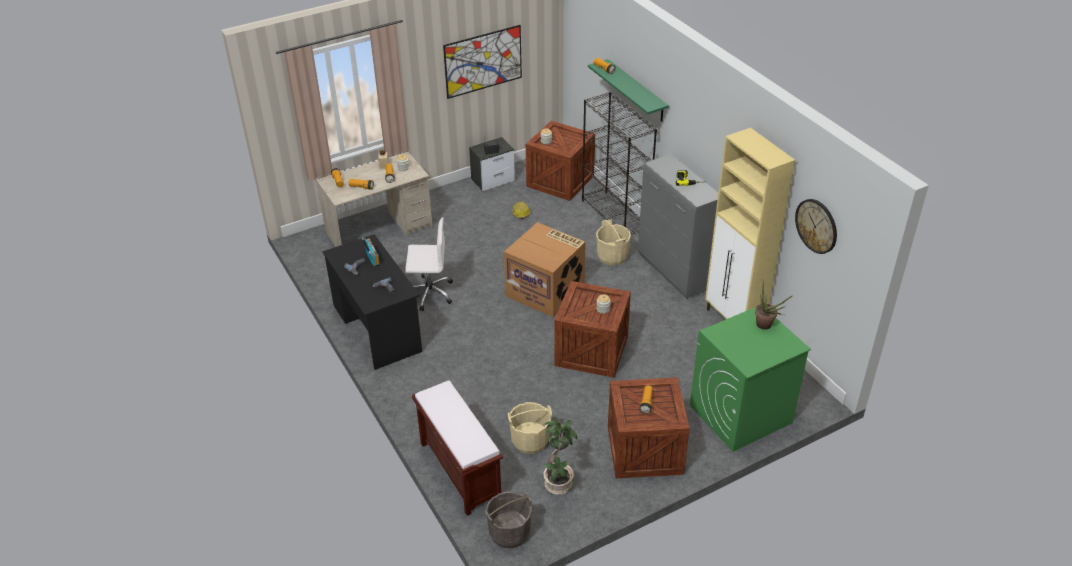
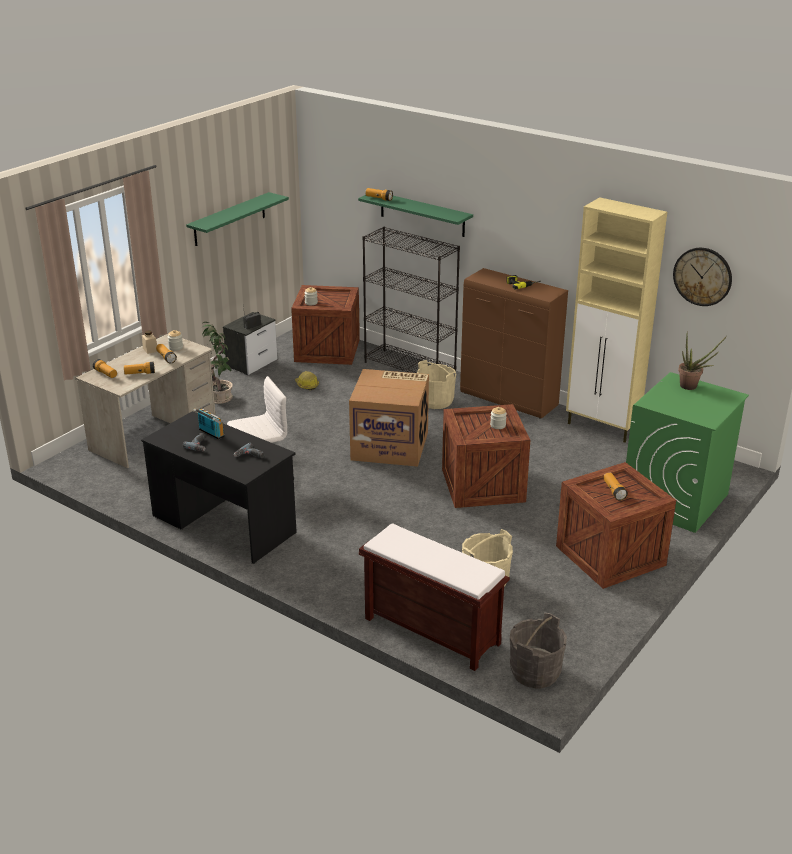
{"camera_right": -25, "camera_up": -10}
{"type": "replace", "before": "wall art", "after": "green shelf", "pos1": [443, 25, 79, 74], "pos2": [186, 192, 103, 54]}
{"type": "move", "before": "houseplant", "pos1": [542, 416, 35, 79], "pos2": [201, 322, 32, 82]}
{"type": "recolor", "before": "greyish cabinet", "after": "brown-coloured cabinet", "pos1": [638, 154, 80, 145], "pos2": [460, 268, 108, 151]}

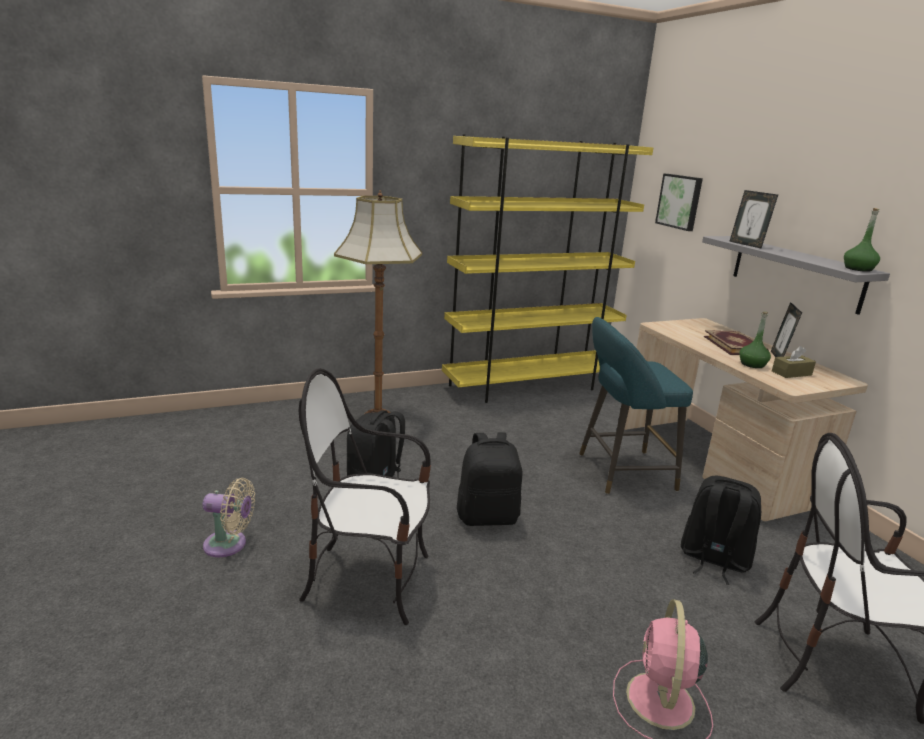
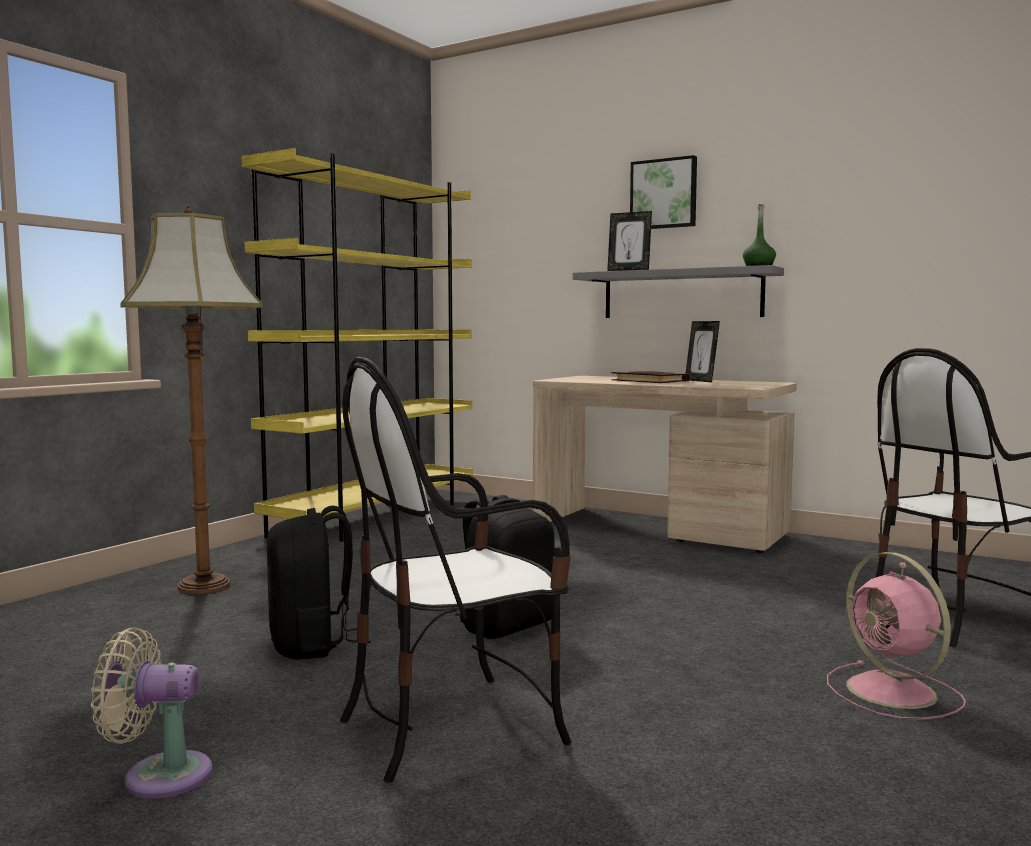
{"camera_right": -35, "camera_up": -15}
{"type": "rotate", "before": "beige-coloured fan", "pos1": [202, 478, 53, 79], "pos2": [91, 627, 122, 172], "turn": -150}
{"type": "move", "before": "wall art", "pos1": [655, 174, 48, 57], "pos2": [630, 155, 67, 74]}
{"type": "delete", "before": "turquoise stool", "pos1": [579, 317, 114, 177]}
{"type": "delete", "before": "black backpack", "pos1": [681, 476, 80, 109]}
{"type": "delete", "before": "green drink bottle", "pos1": [739, 312, 32, 56]}
{"type": "delete", "before": "brown-coloured box of tissues", "pos1": [772, 346, 44, 32]}

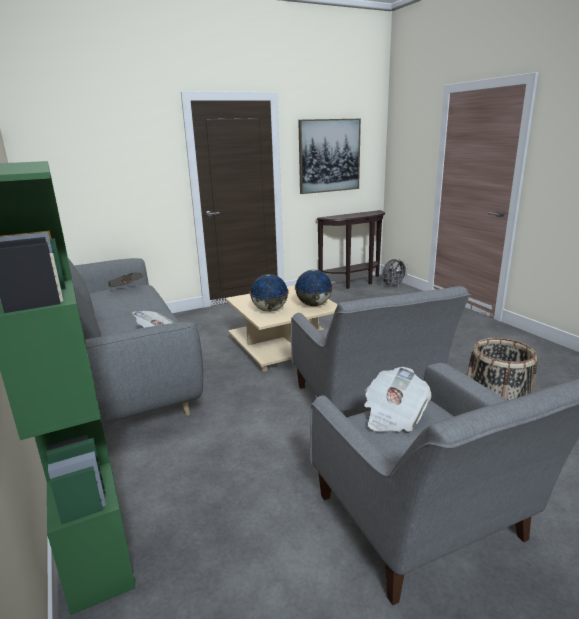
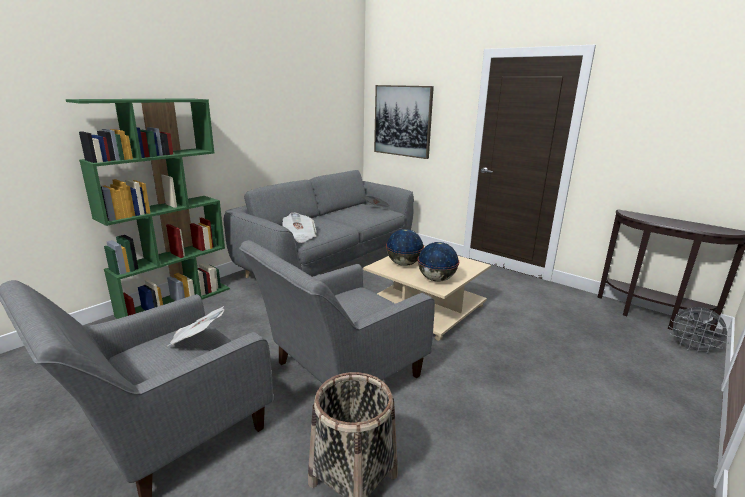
{"camera_right": 65, "camera_up": 0}
{"type": "move", "before": "wall art", "pos1": [298, 119, 63, 75], "pos2": [374, 85, 60, 74]}

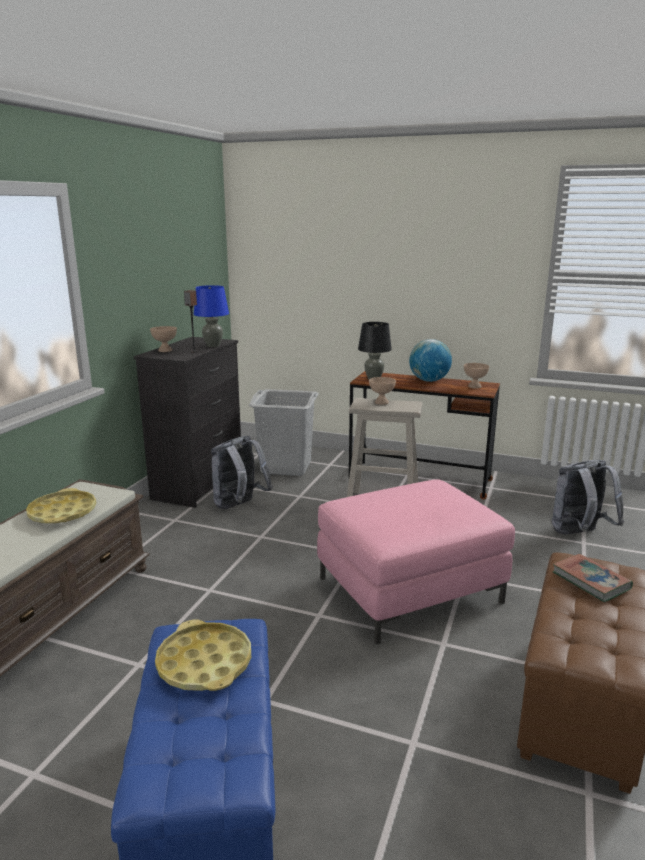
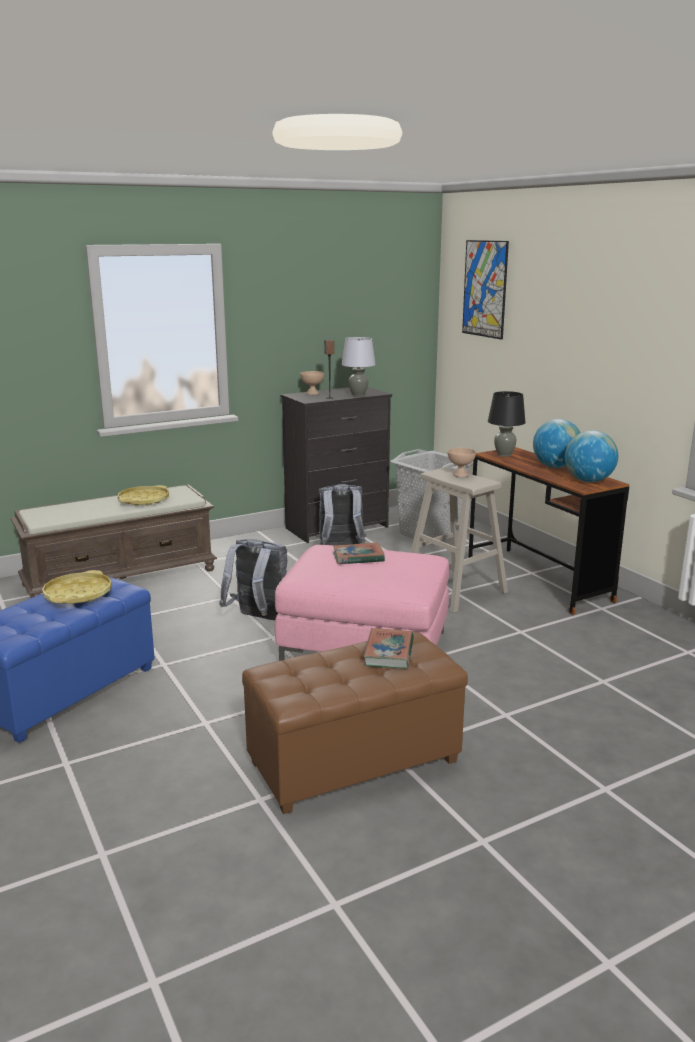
{"camera_right": 40, "camera_up": 0}
{"type": "move", "before": "greyish backpack", "pos1": [552, 460, 72, 74], "pos2": [219, 539, 68, 81]}
{"type": "insert", "after": "volume", "pos2": [333, 542, 52, 22]}
{"type": "recolor", "before": "bluish lamp for a table", "after": "greyish lamp for a table", "pos1": [194, 285, 35, 62], "pos2": [342, 337, 34, 60]}
{"type": "insert", "after": "wall art", "pos2": [462, 240, 47, 100]}
{"type": "replace", "before": "beige-coloured bowl", "after": "globe", "pos1": [464, 363, 25, 26], "pos2": [565, 430, 53, 52]}

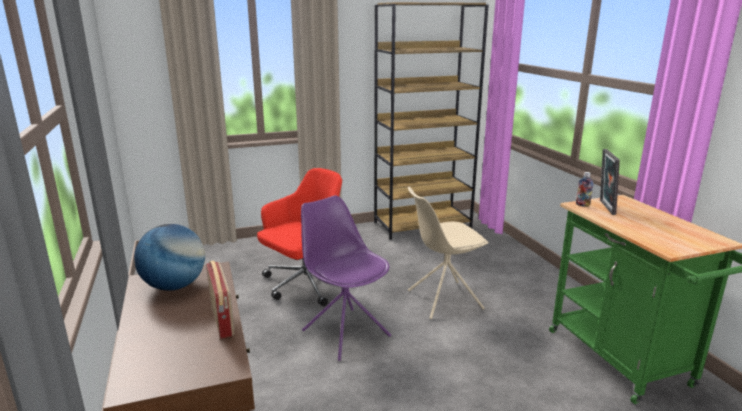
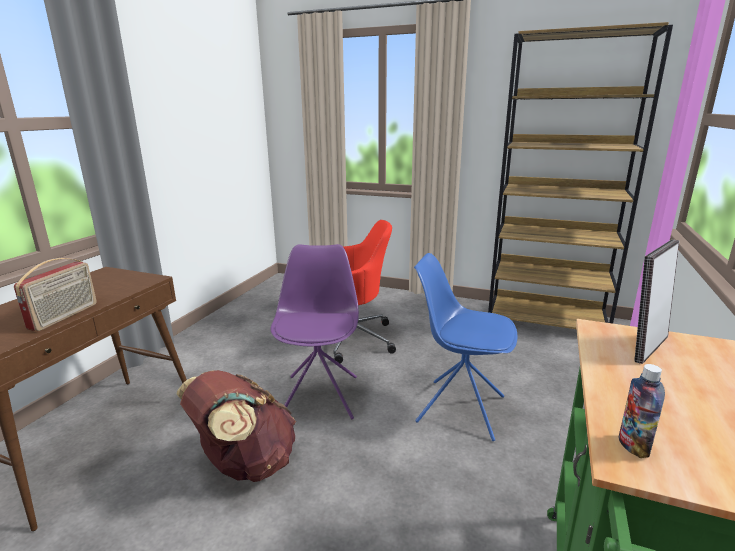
{"camera_right": 40, "camera_up": 0}
{"type": "insert", "after": "brown-coloured backpack", "pos2": [176, 370, 120, 112]}
{"type": "recolor", "before": "beige-coloured chair", "after": "bluish chair", "pos1": [408, 186, 81, 133], "pos2": [414, 253, 104, 188]}
{"type": "move", "before": "drink bottle", "pos1": [576, 172, 17, 35], "pos2": [619, 364, 46, 94]}
{"type": "delete", "before": "globe", "pos1": [134, 224, 71, 67]}

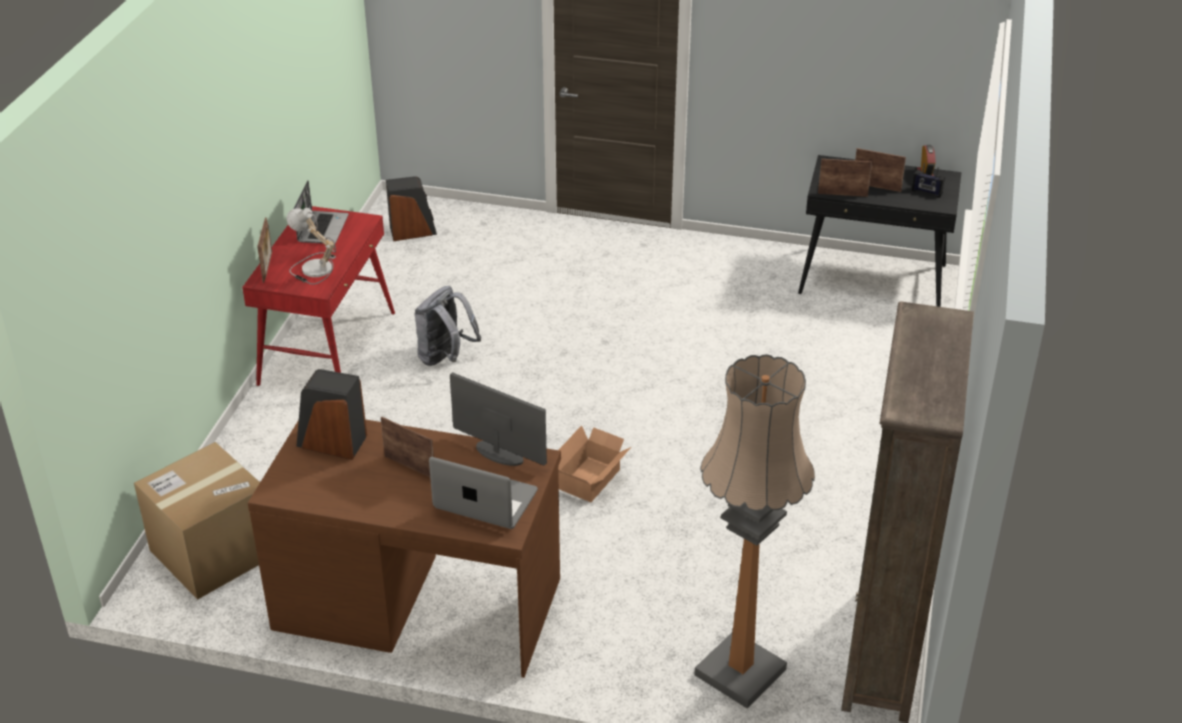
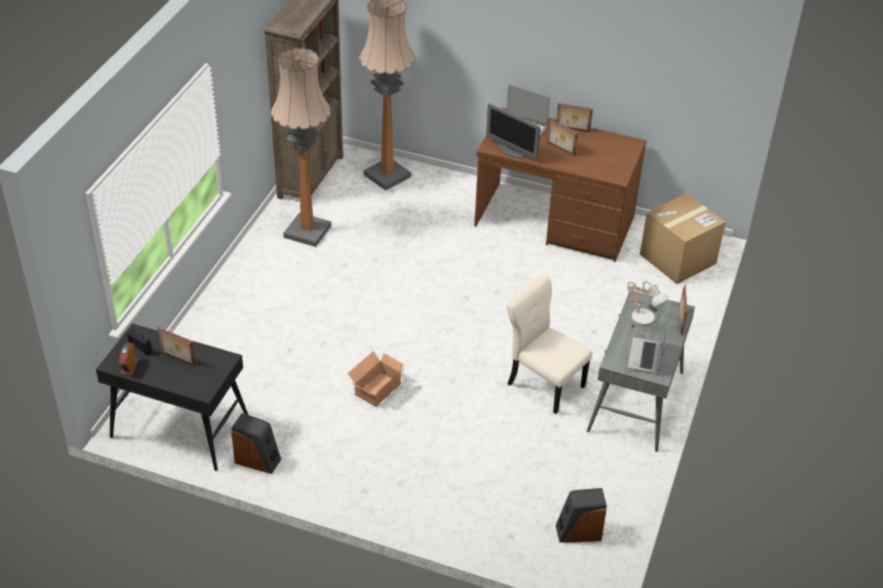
{"camera_right": -175, "camera_up": 5}
{"type": "move", "before": "audio speaker", "pos1": [296, 369, 71, 91], "pos2": [231, 413, 50, 61]}
{"type": "insert", "after": "standing lamp", "pos2": [271, 47, 60, 200]}
{"type": "move", "before": "packing box", "pos1": [558, 425, 73, 77], "pos2": [348, 351, 57, 56]}
{"type": "replace", "before": "greyish backpack", "after": "beige-coloured chair", "pos1": [415, 286, 66, 80], "pos2": [506, 274, 86, 140]}
{"type": "move", "before": "standing frame", "pos1": [818, 159, 54, 38], "pos2": [556, 103, 37, 29]}
{"type": "recolor", "before": "red desk", "after": "greyish desk", "pos1": [242, 206, 153, 180], "pos2": [587, 291, 108, 161]}

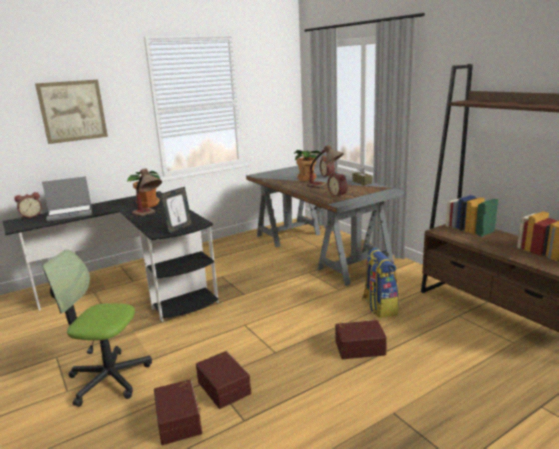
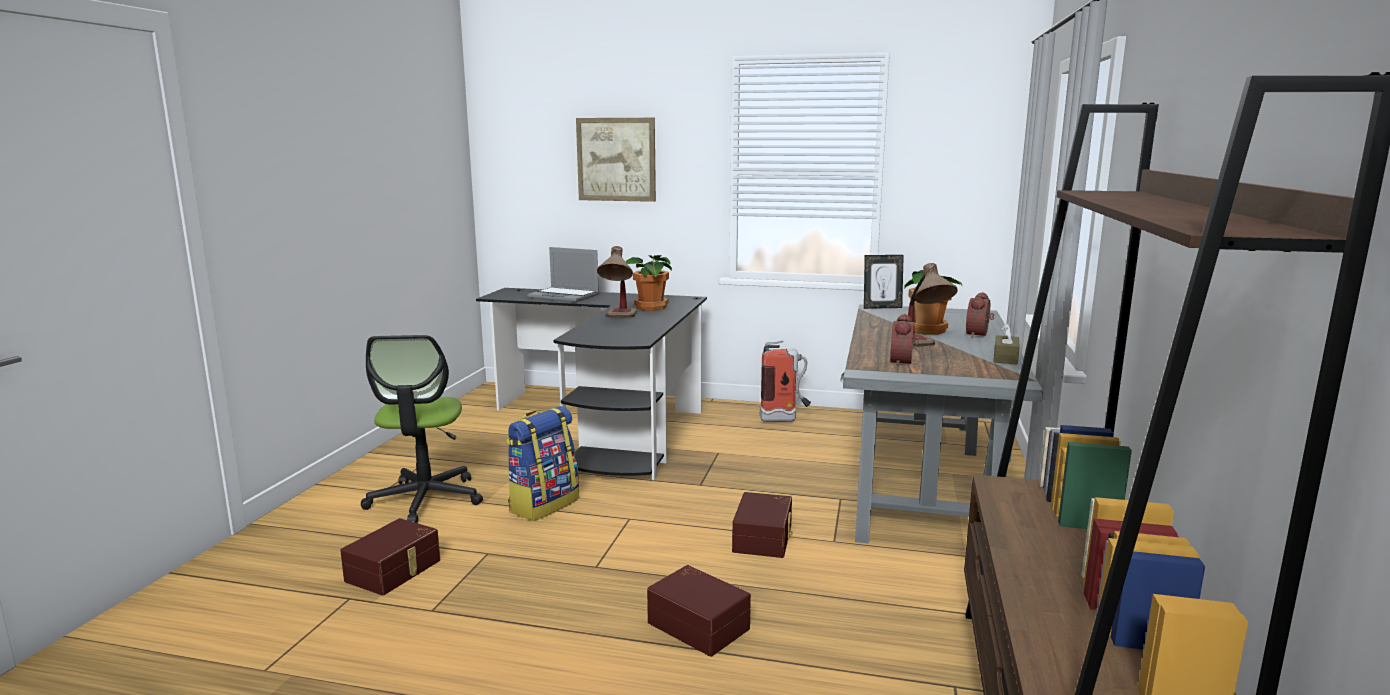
{"camera_right": 45, "camera_up": -5}
{"type": "rotate", "before": "computer chair", "pos1": [43, 249, 109, 158], "pos2": [361, 335, 122, 188], "turn": -150}
{"type": "move", "before": "backpack", "pos1": [362, 248, 37, 70], "pos2": [506, 406, 73, 115]}
{"type": "move", "before": "brown-coloured storage container", "pos1": [196, 351, 55, 58], "pos2": [732, 492, 61, 66]}
{"type": "insert", "after": "fire-fighting cylinder", "pos2": [760, 341, 51, 81]}
{"type": "move", "before": "standing frame", "pos1": [160, 187, 32, 47], "pos2": [864, 255, 40, 54]}
{"type": "delete", "before": "alarm clock", "pos1": [14, 192, 28, 27]}

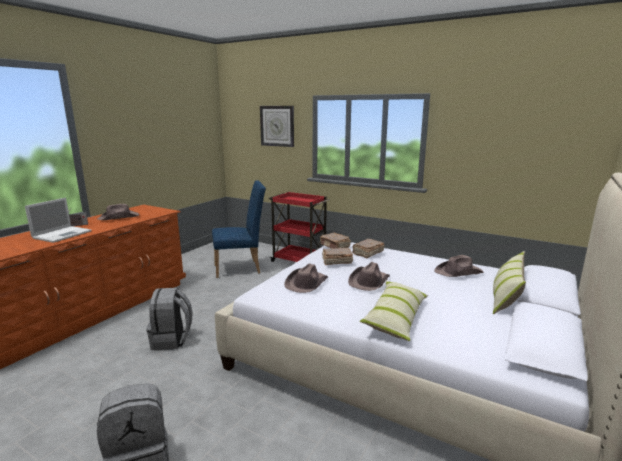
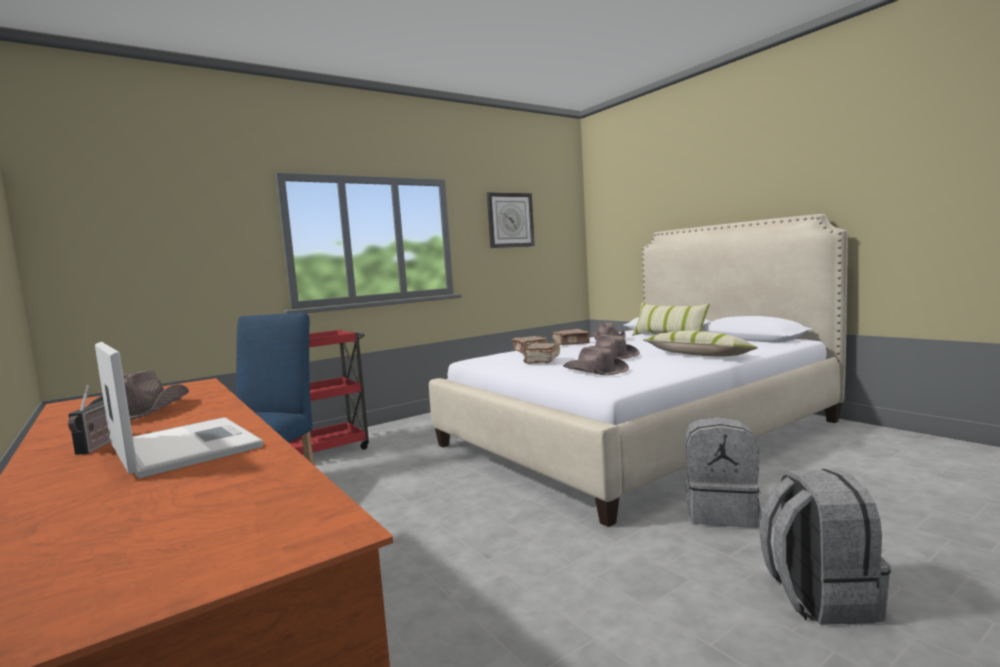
{"camera_right": -65, "camera_up": -10}
{"type": "move", "before": "wall clock", "pos1": [260, 106, 34, 41], "pos2": [487, 192, 48, 56]}
{"type": "move", "before": "brown-coloured volume", "pos1": [320, 233, 31, 16], "pos2": [552, 329, 38, 16]}
{"type": "move", "before": "greyish backpack", "pos1": [146, 287, 47, 63], "pos2": [685, 417, 76, 111]}

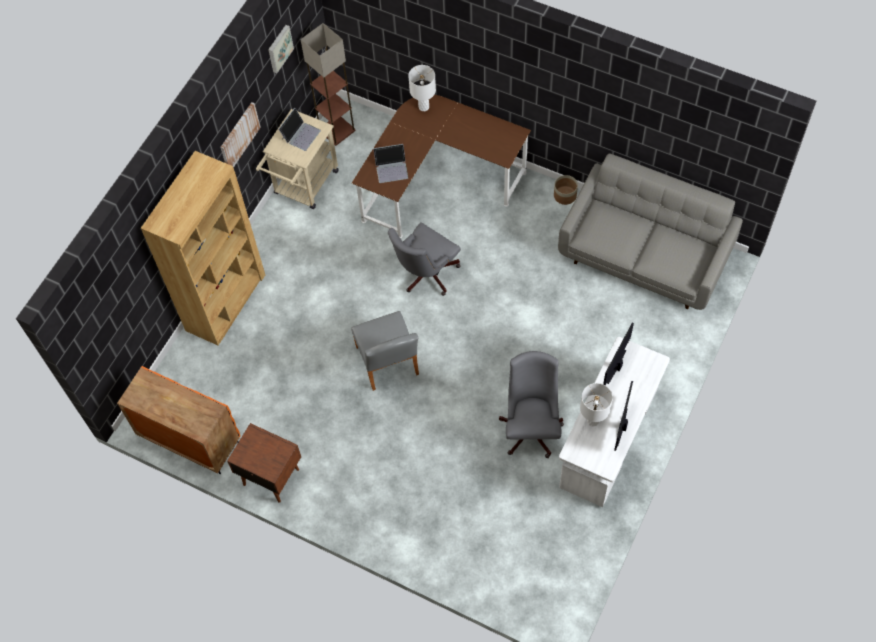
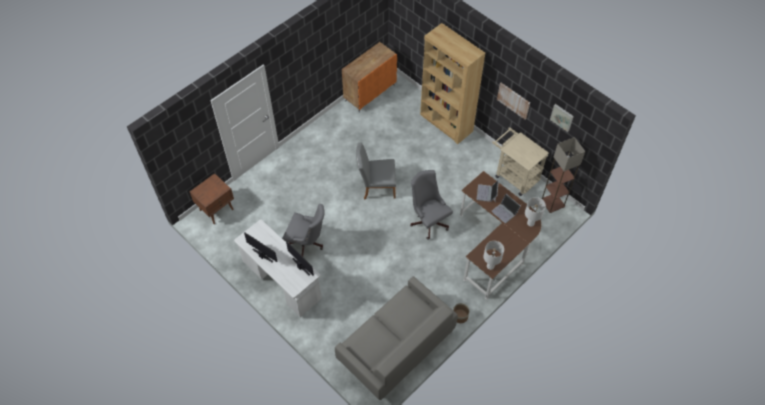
{"camera_right": 105, "camera_up": -5}
{"type": "move", "before": "brown-coloured bedside table", "pos1": [227, 423, 74, 80], "pos2": [190, 173, 44, 51]}
{"type": "move", "before": "whitish lamp for a table", "pos1": [580, 383, 33, 44], "pos2": [483, 241, 21, 29]}
{"type": "move", "before": "notebook computer", "pos1": [279, 108, 42, 43], "pos2": [492, 194, 29, 29]}

